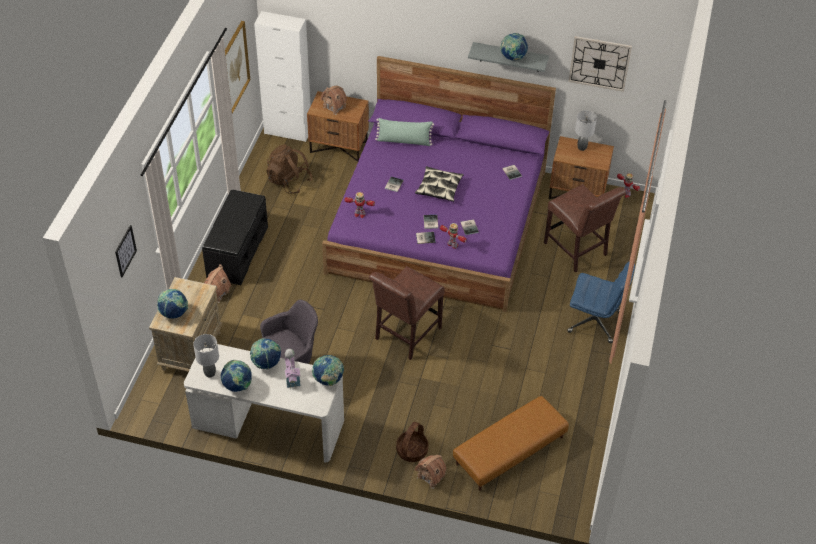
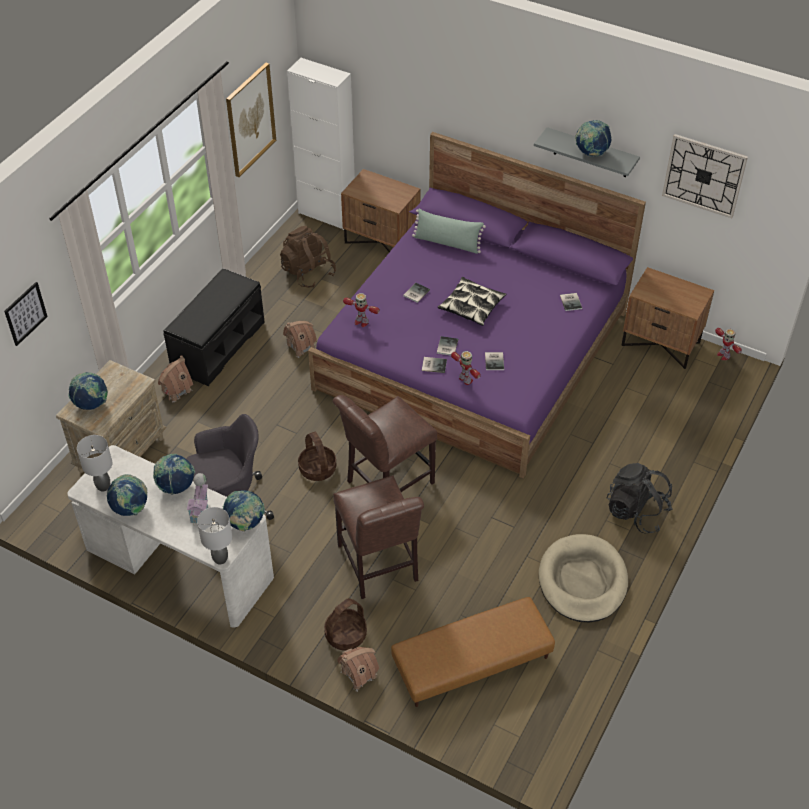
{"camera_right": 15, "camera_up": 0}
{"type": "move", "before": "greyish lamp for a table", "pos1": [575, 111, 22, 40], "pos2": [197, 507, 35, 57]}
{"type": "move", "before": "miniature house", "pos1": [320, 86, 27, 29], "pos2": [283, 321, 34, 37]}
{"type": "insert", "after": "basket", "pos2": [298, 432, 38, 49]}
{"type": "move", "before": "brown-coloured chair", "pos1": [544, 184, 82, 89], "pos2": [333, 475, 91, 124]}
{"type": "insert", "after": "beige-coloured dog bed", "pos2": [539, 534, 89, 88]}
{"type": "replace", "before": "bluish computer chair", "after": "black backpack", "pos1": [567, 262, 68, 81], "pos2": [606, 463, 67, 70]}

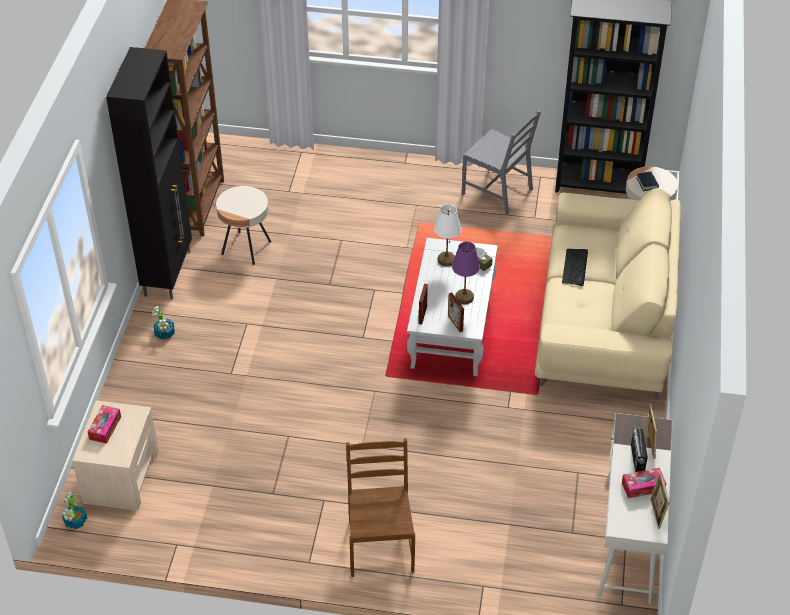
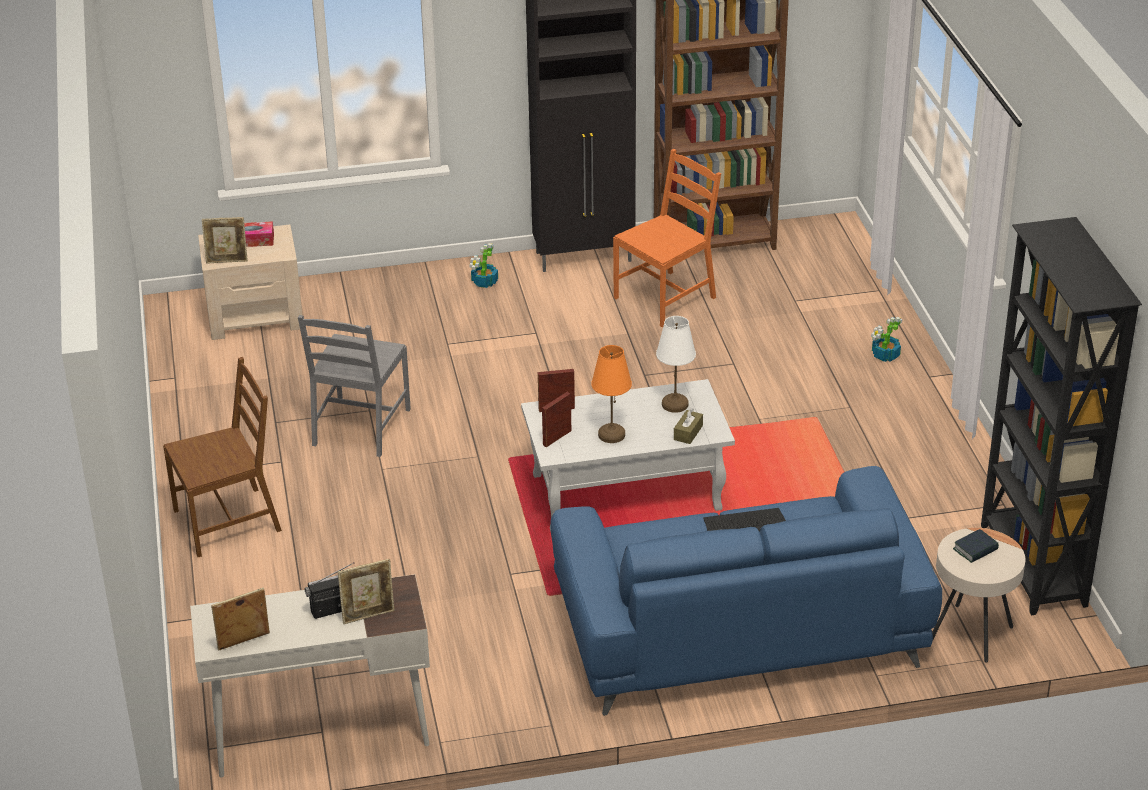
{"camera_right": 70, "camera_up": -10}
{"type": "insert", "after": "standing frame", "pos2": [202, 217, 46, 47]}
{"type": "move", "before": "greyish chair", "pos1": [462, 110, 79, 105], "pos2": [298, 315, 113, 142]}
{"type": "recolor", "before": "beige-coloured sofa", "after": "bluish sofa", "pos1": [535, 188, 146, 212], "pos2": [550, 466, 392, 250]}
{"type": "recolor", "before": "purple lamp for a table", "after": "orange-coloured lamp for a table", "pos1": [452, 241, 28, 63], "pos2": [591, 345, 41, 98]}
{"type": "replace", "before": "beige-coloured accent table", "after": "orange-coloured chair", "pos1": [216, 186, 55, 79], "pos2": [613, 149, 108, 178]}
{"type": "move", "before": "houseplant", "pos1": [62, 491, 26, 38], "pos2": [871, 317, 32, 45]}
{"type": "delete", "before": "box of tissues", "pos1": [622, 468, 44, 30]}

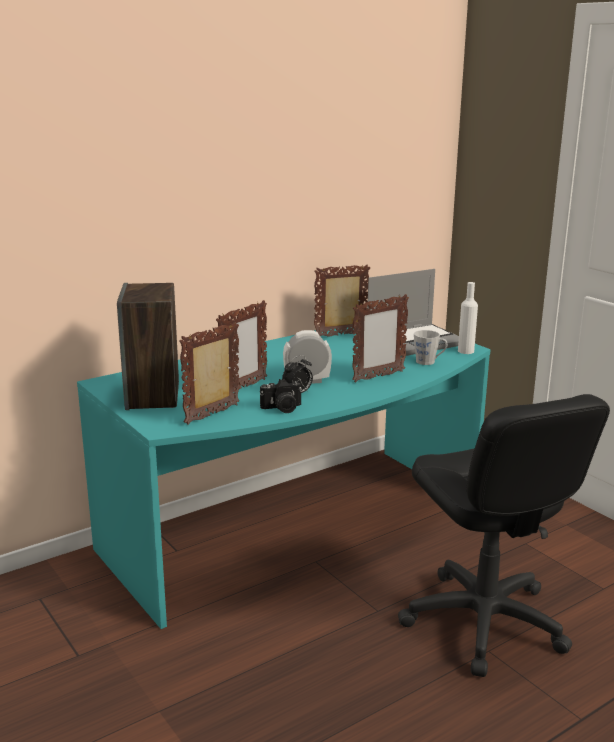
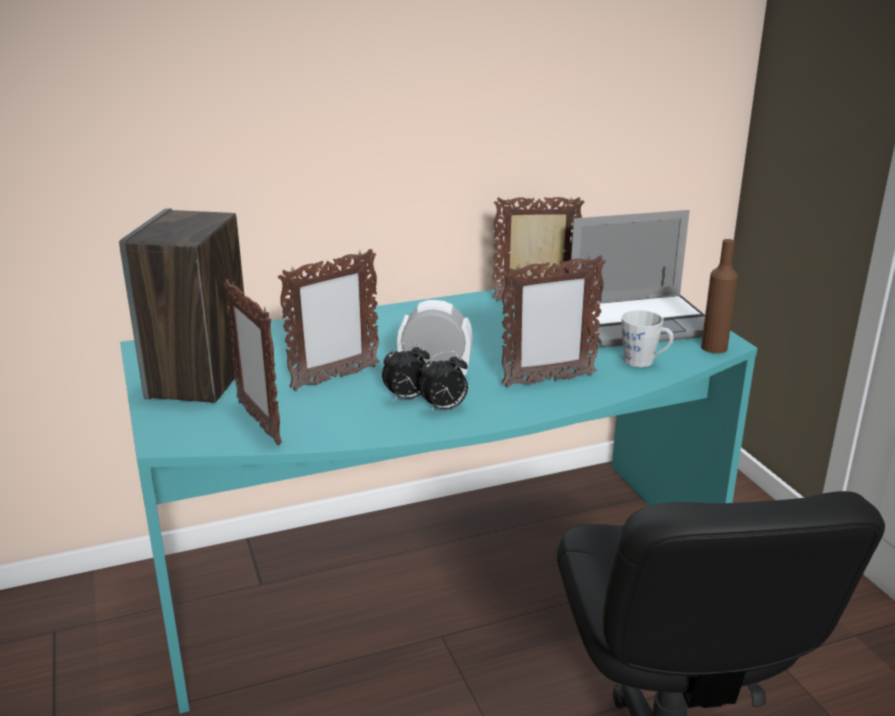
{"camera_right": 15, "camera_up": 5}
{"type": "rotate", "before": "standing frame", "pos1": [179, 322, 60, 103], "pos2": [223, 279, 59, 166], "turn": -90}
{"type": "insert", "after": "alarm clock", "pos2": [419, 351, 49, 62]}
{"type": "recolor", "before": "whitish drink bottle", "after": "brown-coloured drink bottle", "pos1": [458, 282, 20, 72], "pos2": [701, 239, 37, 114]}
{"type": "delete", "before": "photo camera", "pos1": [260, 379, 42, 34]}

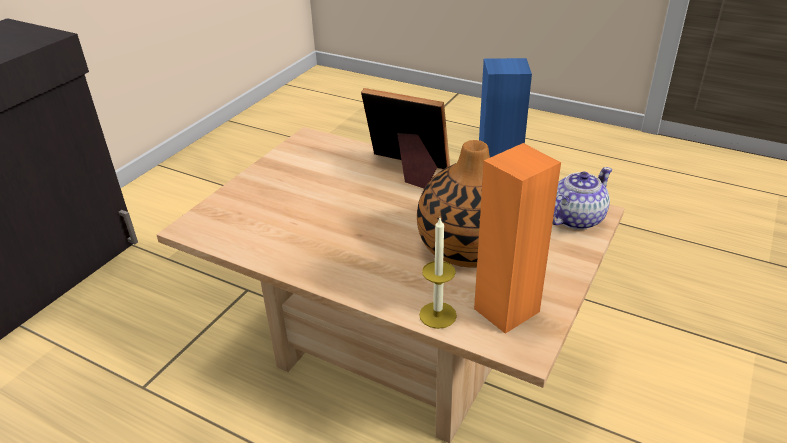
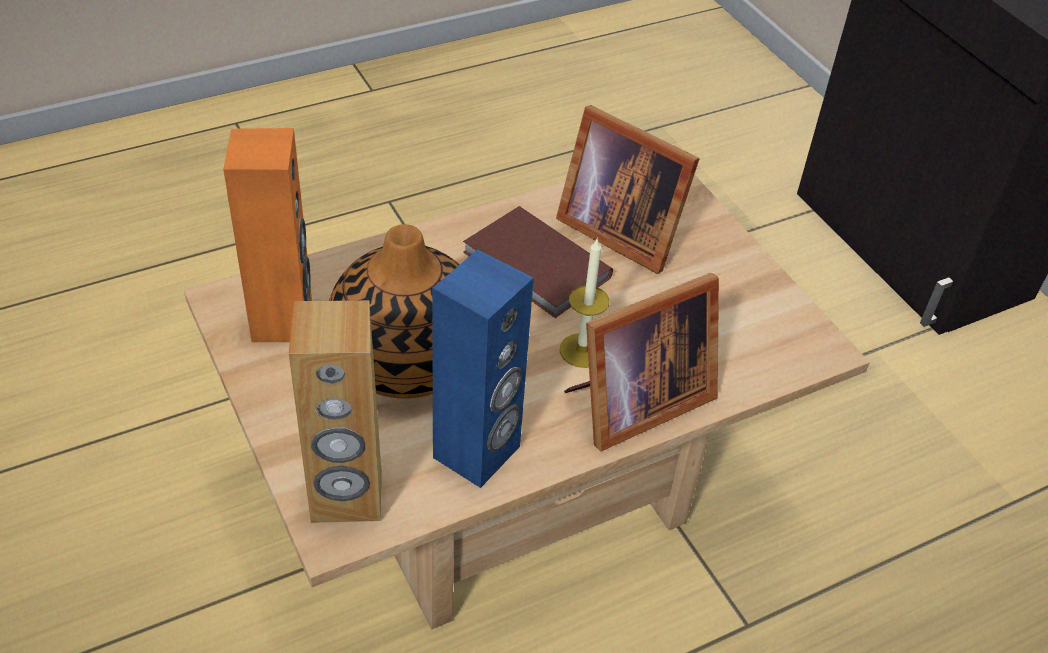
{"camera_right": 120, "camera_up": 10}
{"type": "replace", "before": "pot for tea", "after": "brown-coloured audio speaker", "pos1": [552, 167, 60, 63], "pos2": [289, 300, 92, 223]}
{"type": "insert", "after": "brown-coloured volume", "pos2": [463, 206, 150, 112]}
{"type": "insert", "after": "standing frame", "pos2": [556, 105, 144, 169]}
{"type": "move", "before": "candle", "pos1": [419, 218, 38, 111], "pos2": [560, 238, 50, 130]}

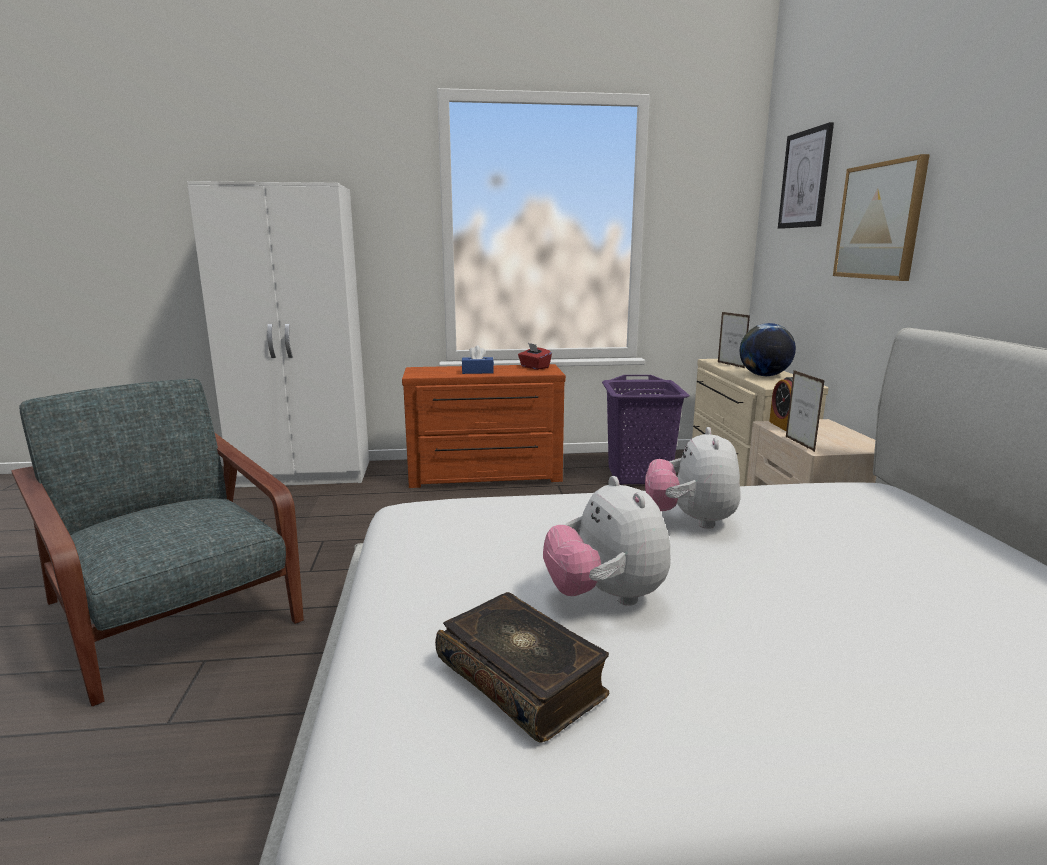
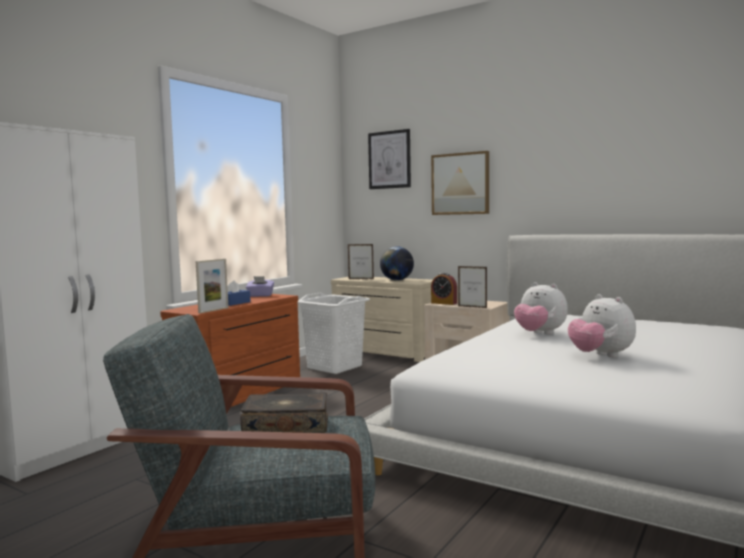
{"camera_right": -50, "camera_up": -10}
{"type": "insert", "after": "standing frame", "pos2": [196, 259, 32, 54]}
{"type": "move", "before": "volume", "pos1": [435, 592, 174, 151], "pos2": [241, 392, 87, 41]}
{"type": "recolor", "before": "red box of tissues", "after": "purple box of tissues", "pos1": [518, 343, 34, 27], "pos2": [246, 276, 28, 21]}
{"type": "recolor", "before": "purple washing basket", "after": "whitish washing basket", "pos1": [602, 375, 88, 109], "pos2": [298, 293, 72, 81]}
{"type": "rotate", "before": "plush toy", "pos1": [543, 476, 128, 130], "pos2": [568, 294, 68, 64], "turn": 45}

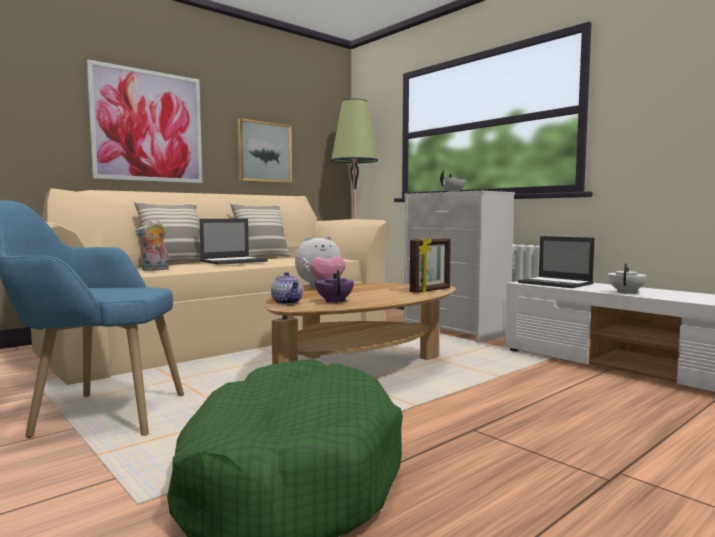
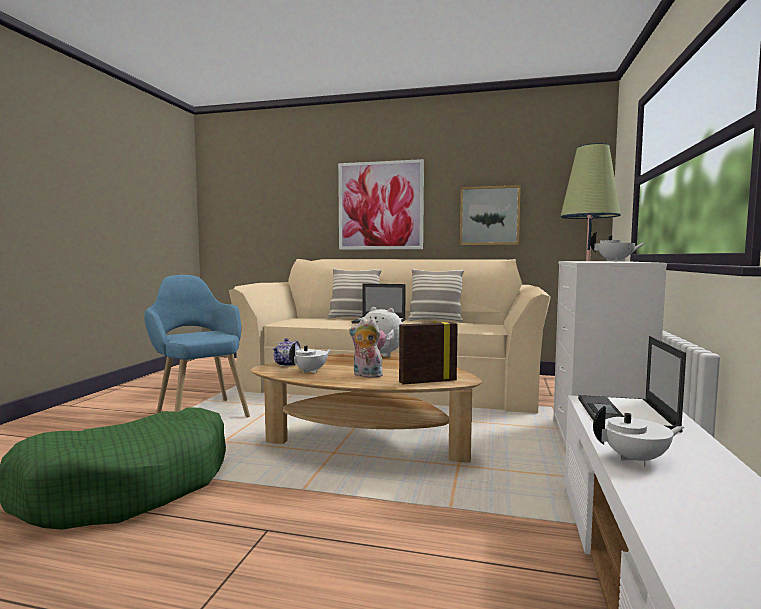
{"camera_right": 55, "camera_up": 0}
{"type": "recolor", "before": "purple pot for tea", "after": "whitish pot for tea", "pos1": [315, 270, 39, 33], "pos2": [289, 343, 42, 30]}
{"type": "move", "before": "plush toy", "pos1": [136, 219, 33, 52], "pos2": [349, 318, 34, 60]}
{"type": "rotate", "before": "standing frame", "pos1": [410, 238, 41, 55], "pos2": [399, 320, 59, 65], "turn": 150}

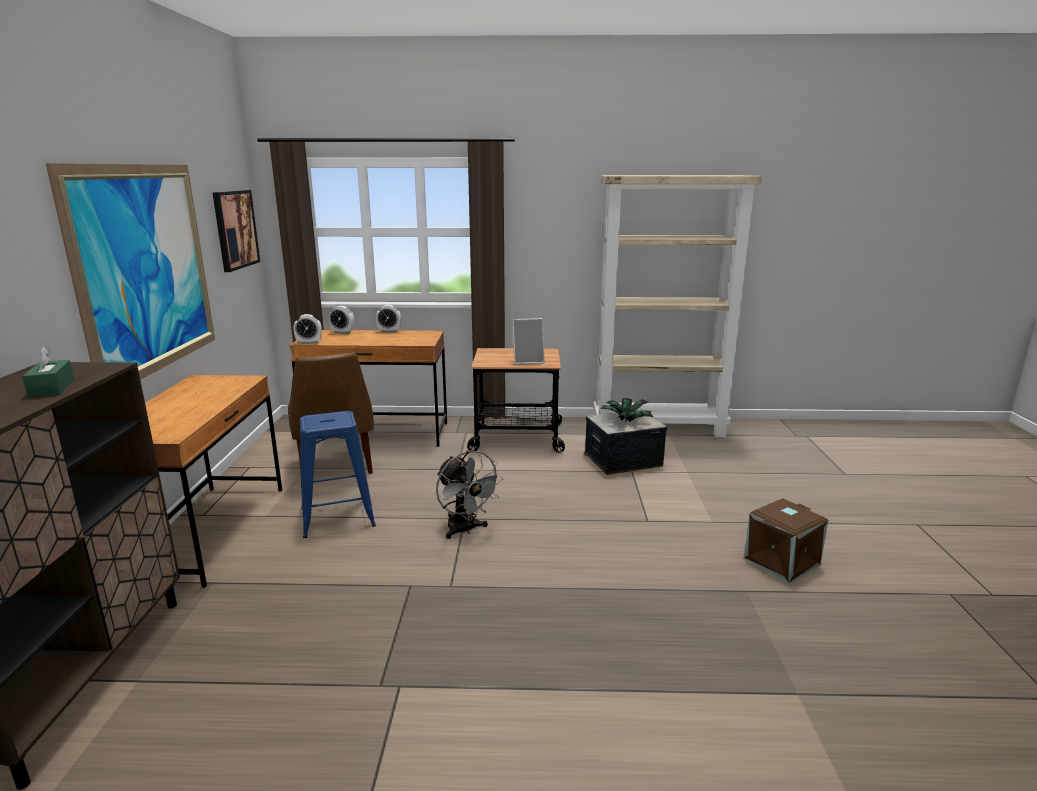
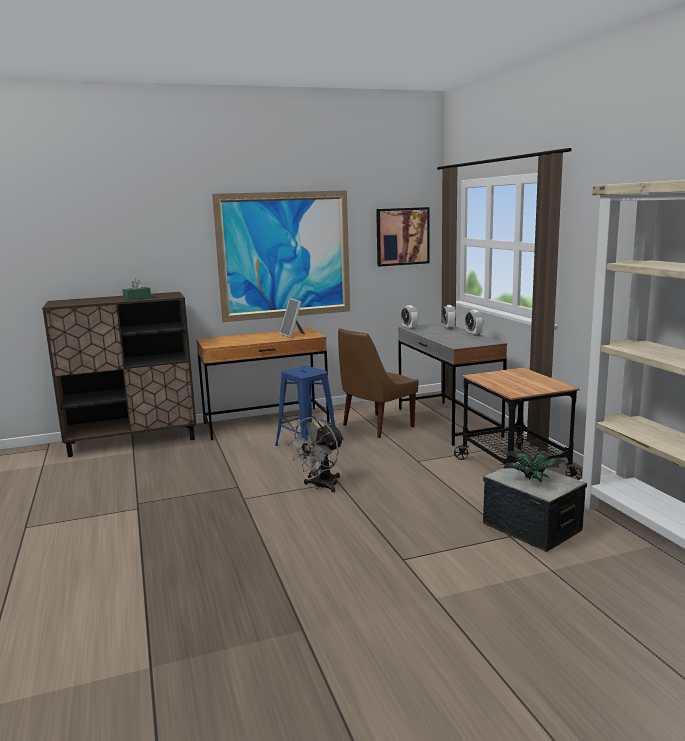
{"camera_right": 70, "camera_up": -5}
{"type": "move", "before": "standing frame", "pos1": [512, 318, 33, 47], "pos2": [280, 298, 25, 40]}
{"type": "recolor", "before": "brown-coloured desk", "after": "greyish desk", "pos1": [290, 330, 157, 117], "pos2": [398, 323, 109, 123]}
{"type": "delete", "before": "brown-coloured storage container", "pos1": [744, 498, 85, 85]}

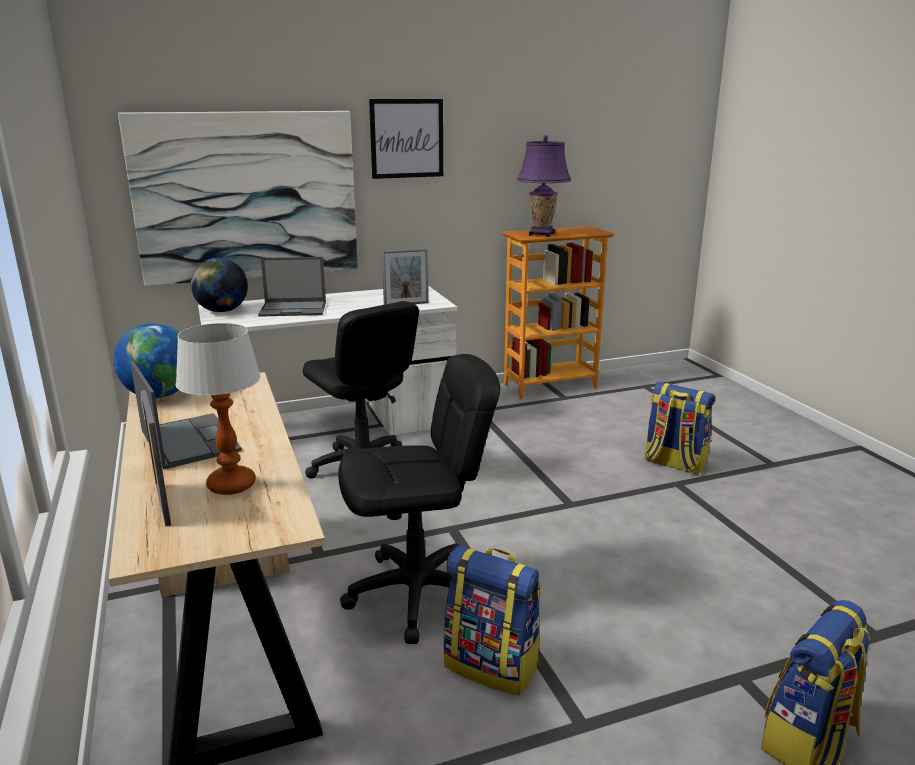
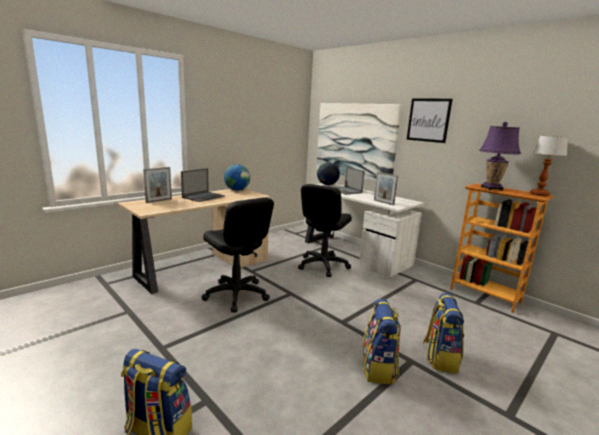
{"camera_right": 65, "camera_up": -5}
{"type": "move", "before": "backpack", "pos1": [443, 546, 98, 150], "pos2": [362, 299, 38, 85]}
{"type": "move", "before": "lamp for a table", "pos1": [176, 323, 85, 172], "pos2": [530, 136, 38, 60]}

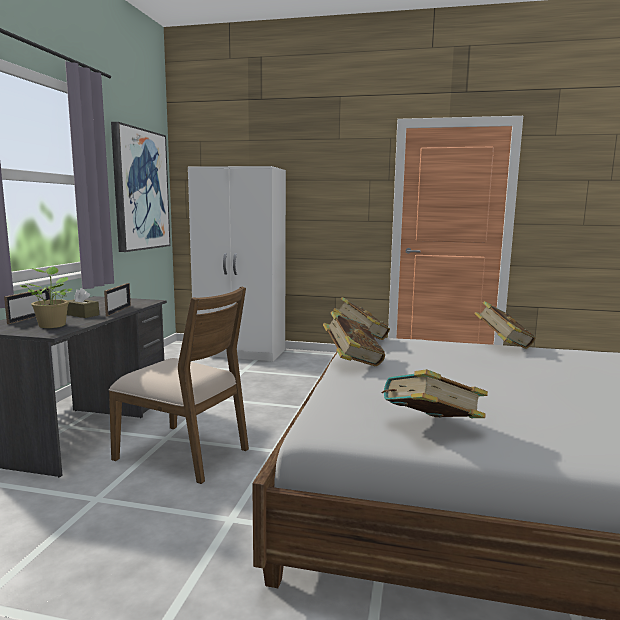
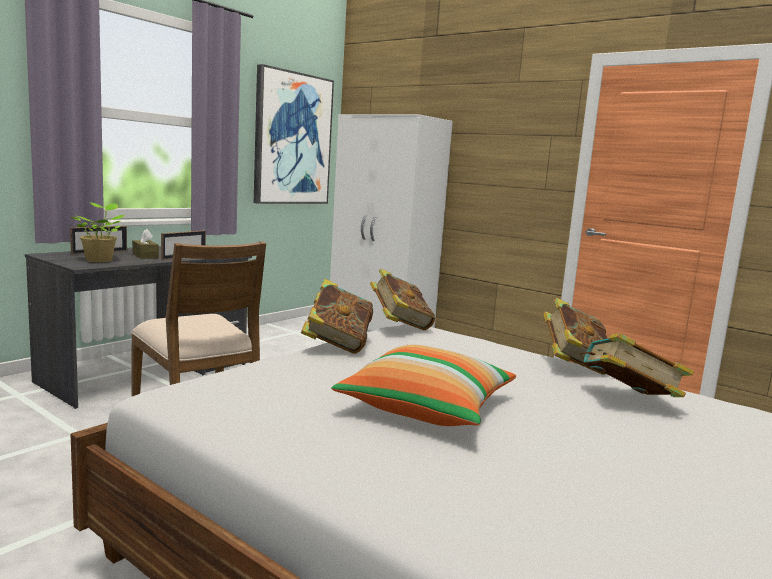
{"camera_right": 25, "camera_up": 0}
{"type": "insert", "after": "throw pillow", "pos2": [332, 345, 184, 81]}
{"type": "move", "before": "volume", "pos1": [381, 369, 107, 49], "pos2": [580, 333, 114, 64]}

